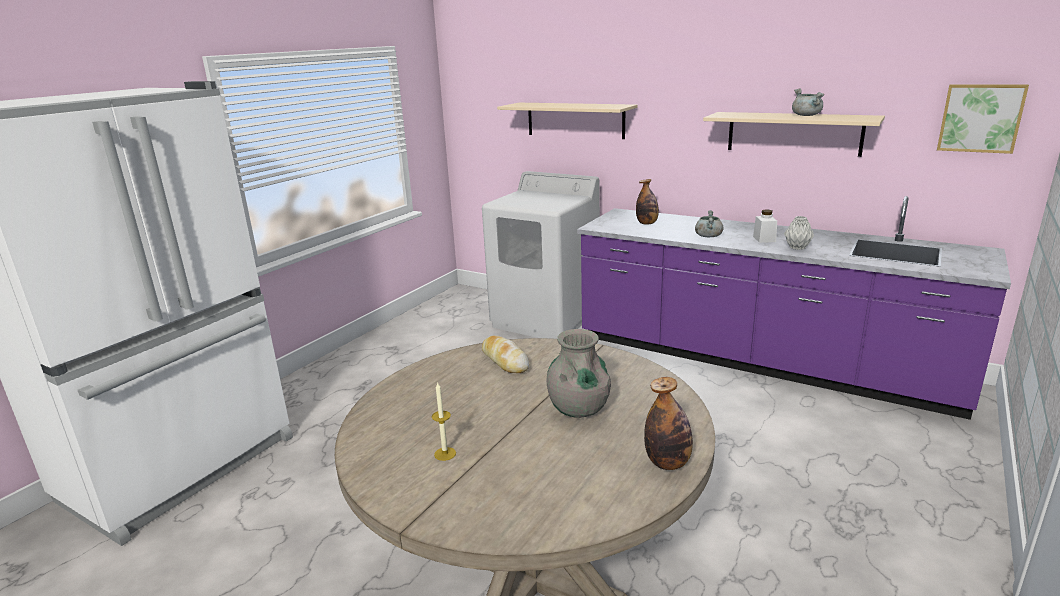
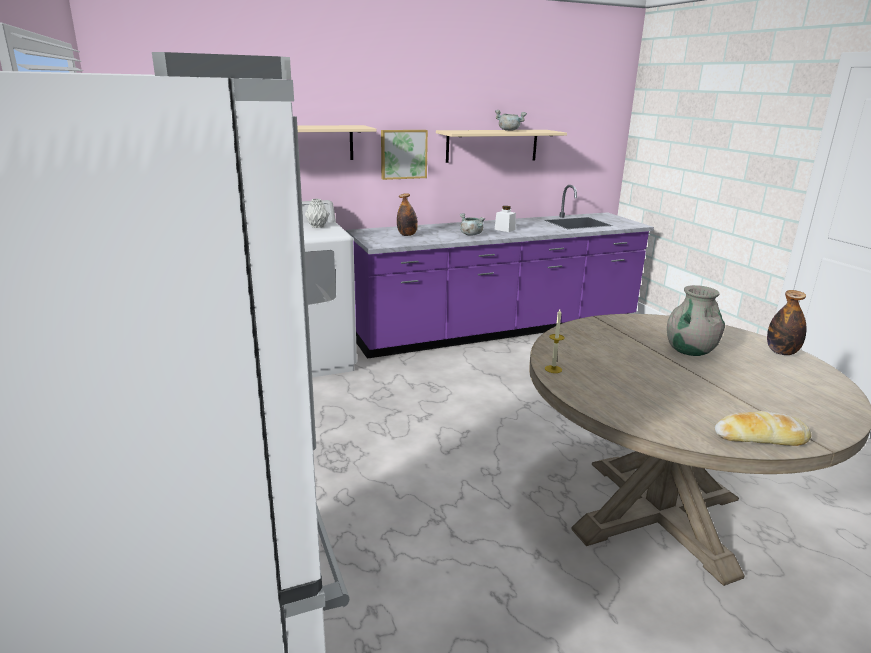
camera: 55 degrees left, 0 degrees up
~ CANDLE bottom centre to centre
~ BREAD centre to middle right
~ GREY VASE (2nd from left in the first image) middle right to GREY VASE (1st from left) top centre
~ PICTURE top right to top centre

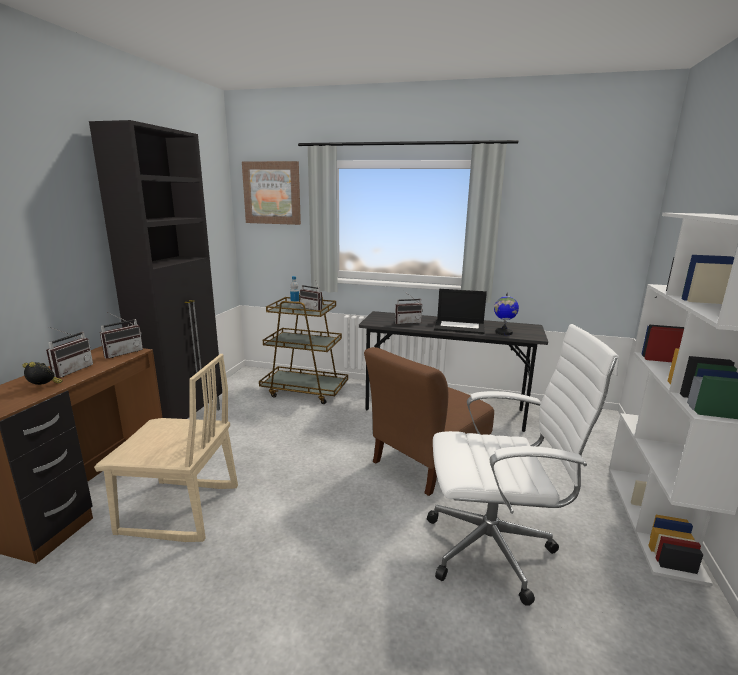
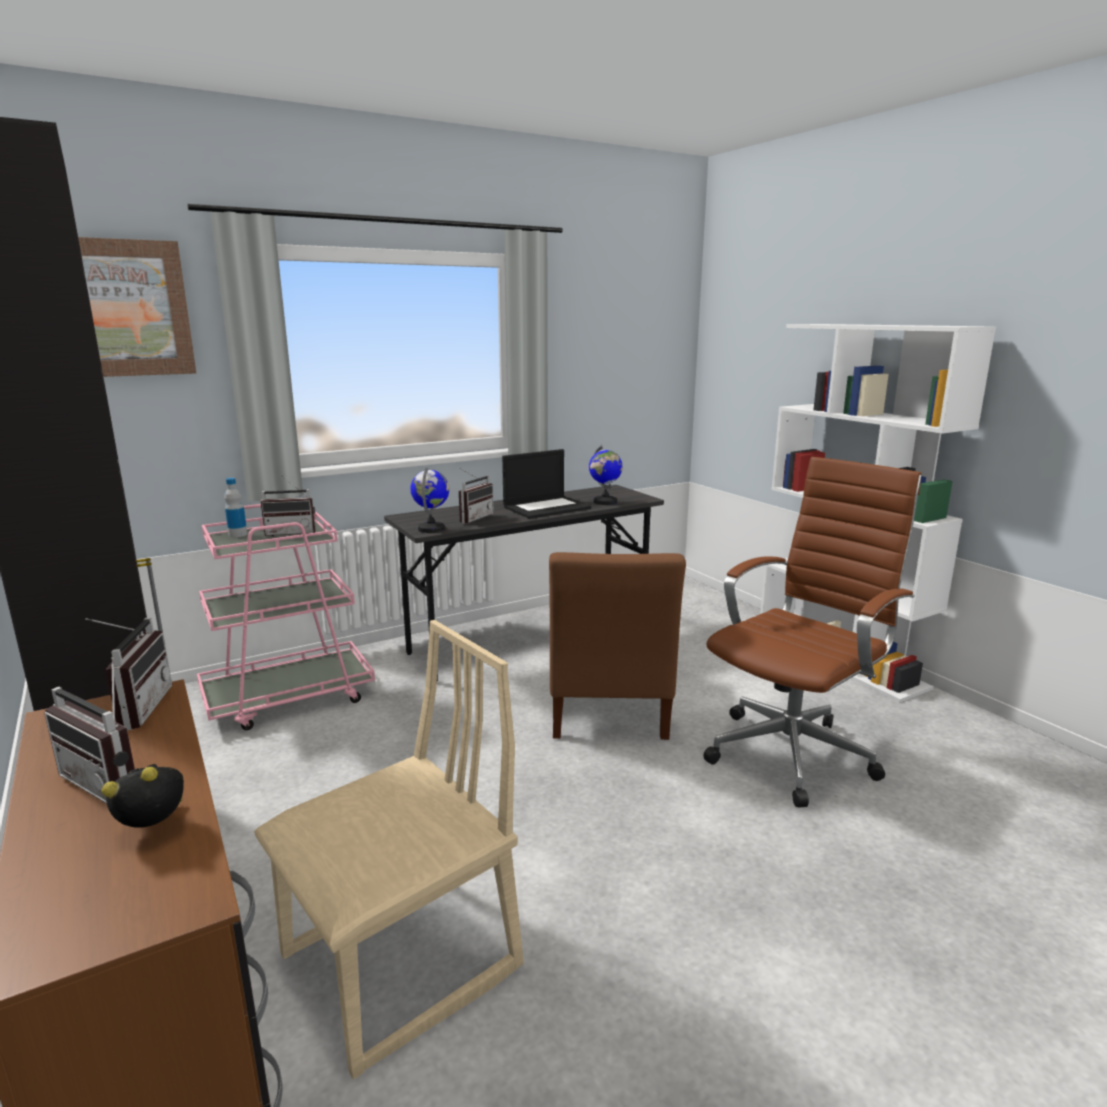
camera: 45 degrees left, 0 degrees up
+ GLOBE (1st from left) centre
~ BROWN CART centre to PINK CART middle left
~ WHITE OFFICE CHAIR bottom right to BROWN OFFICE CHAIR middle right
~ RADIO (1st from left) middle left = middle left 150 degrees clockwise

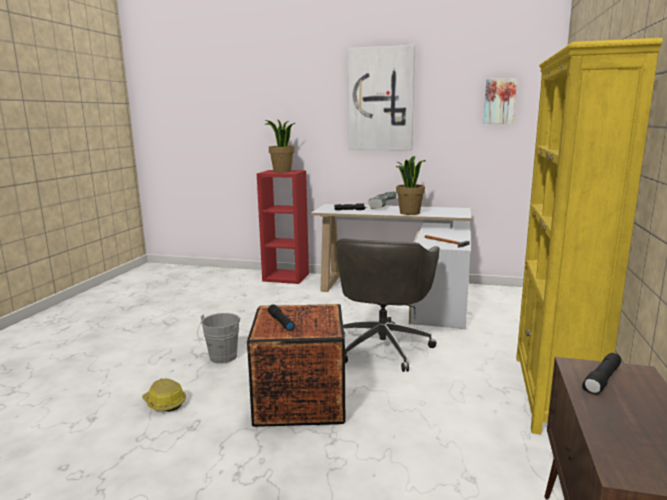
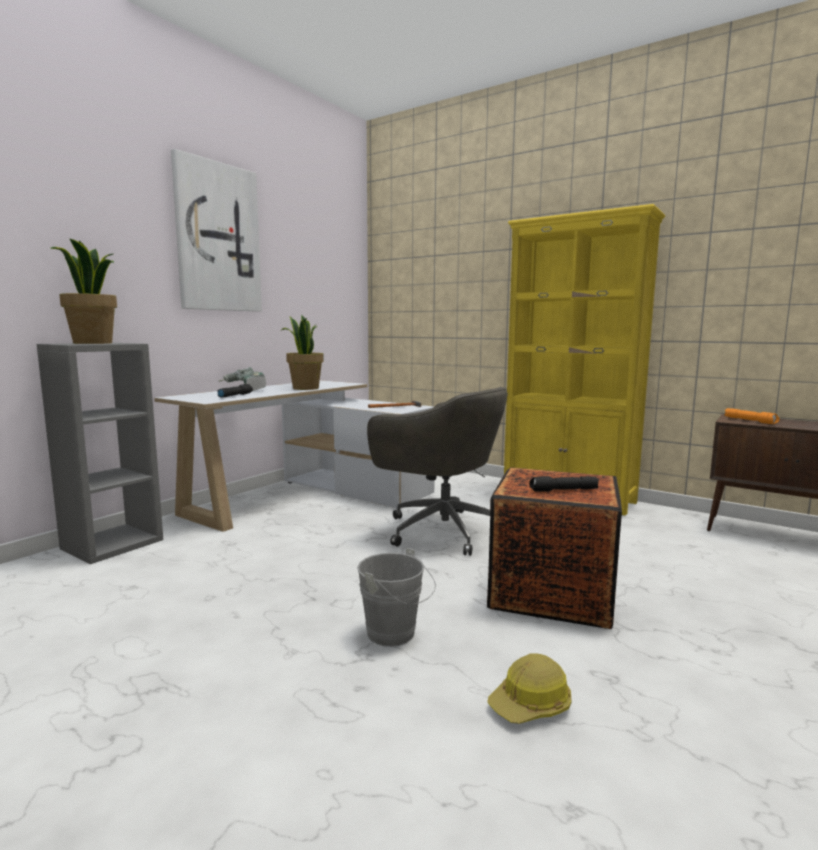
camera: 70 degrees left, 5 degrees down
- PICTURE (2nd from left) top right
~ RED BOOKCASE centre to GREY BOOKCASE middle left
~ BLACK FLASHLIGHT (3rd from left) bottom right to ORANGE FLASHLIGHT middle right

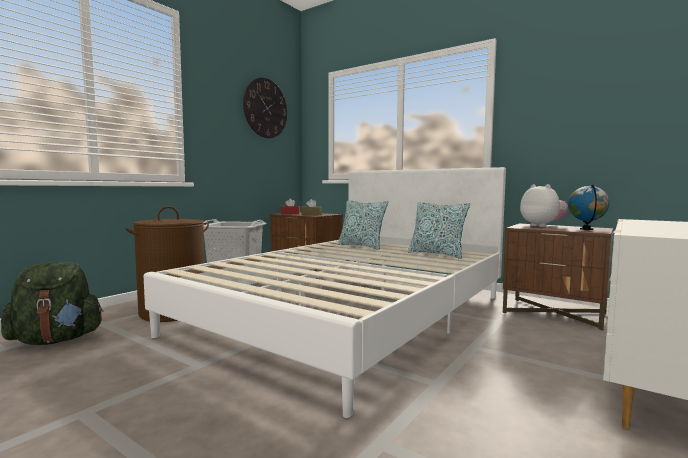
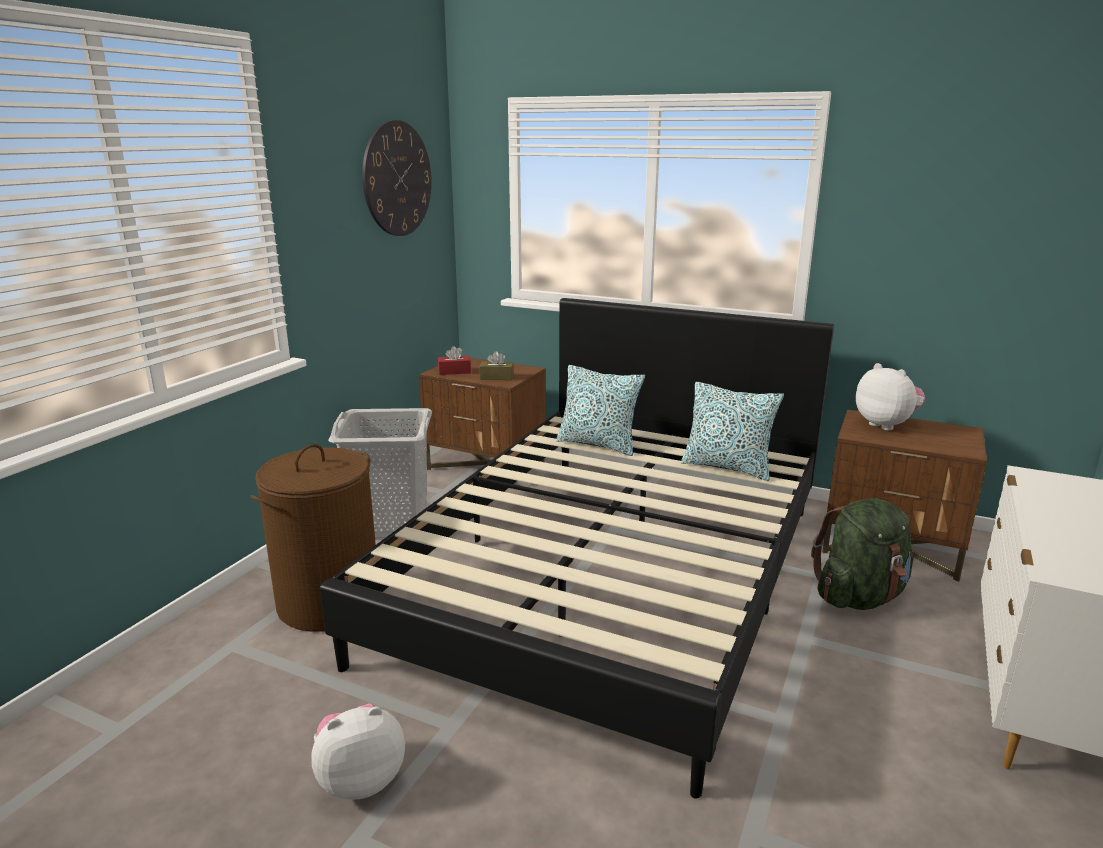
camera: 10 degrees left, 15 degrees up
- GLOBE middle right
+ PLUSH TOY (1st from left) bottom left
~ GREEN BACKPACK middle left to middle right
~ WHITE BED centre to BLACK BED centre

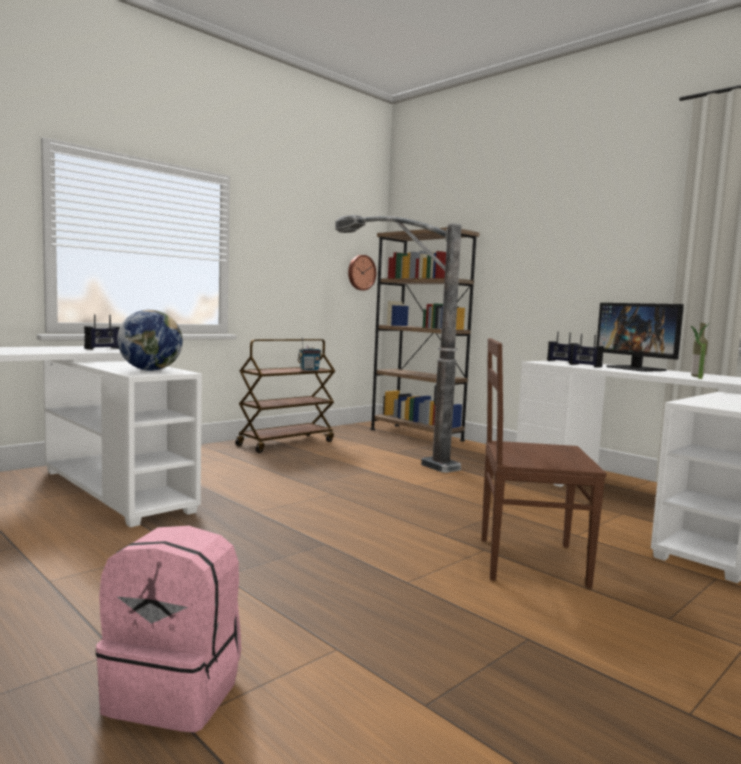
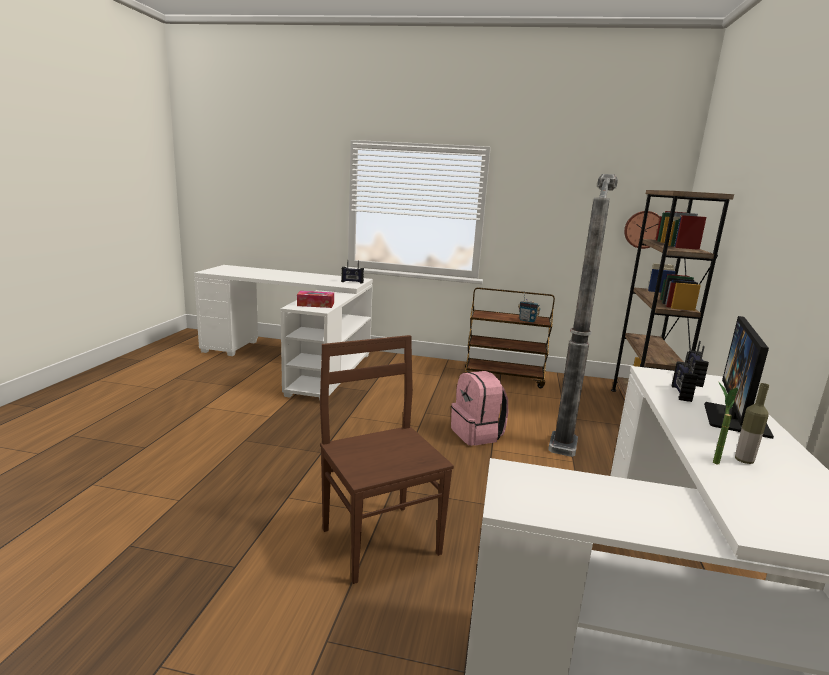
camera: 55 degrees right, 10 degrees up
~ PINK BACKPACK bottom left to centre
~ GLOBE middle left to TISSUE BOX centre

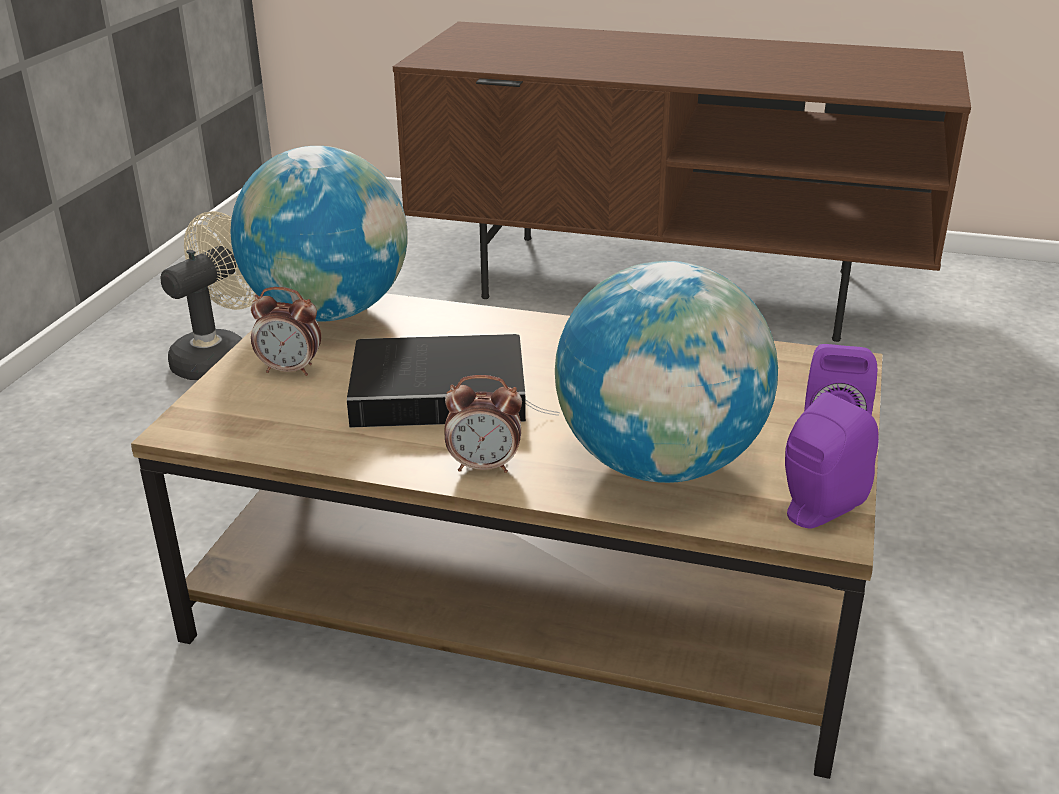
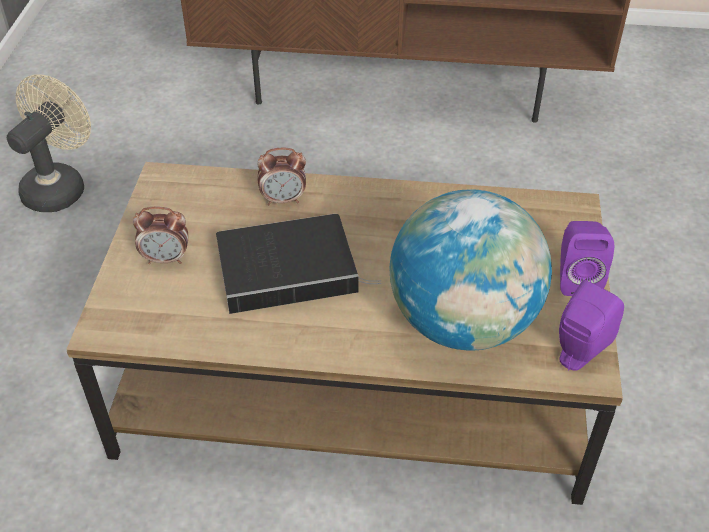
camera: 10 degrees left, 15 degrees up
- GLOBE (1st from left) top left
~ ALARM CLOCK (2nd from left) centre to top centre

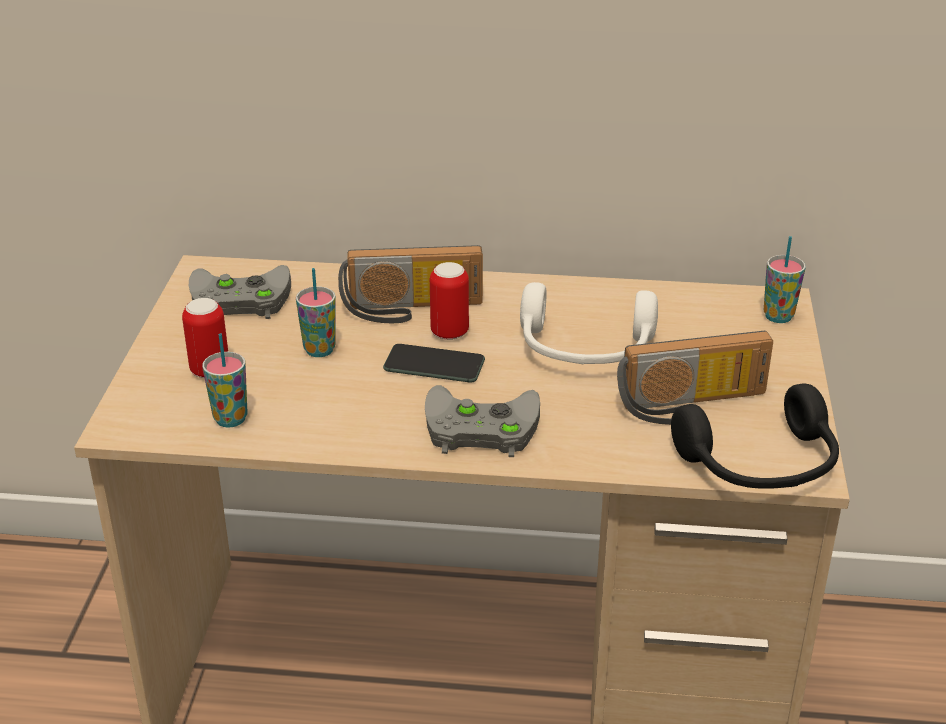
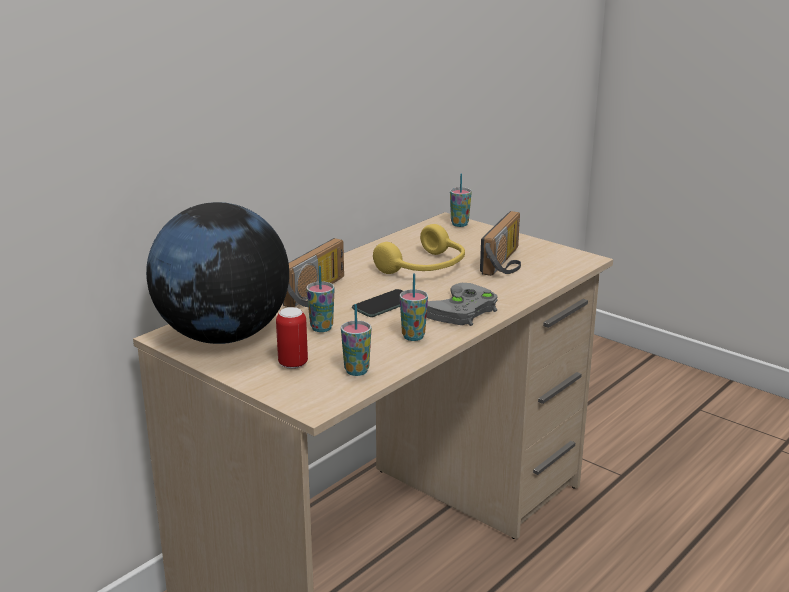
camera: 55 degrees left, 10 degrees down
- CAN (2nd from left) centre
- BLACK HEADPHONES middle right
+ CUP (3rd from left) centre
~ GREY GAME CONTROLLER (1st from left) middle left to GLOBE middle left
~ WHITE HEADPHONES centre to YELLOW HEADPHONES centre

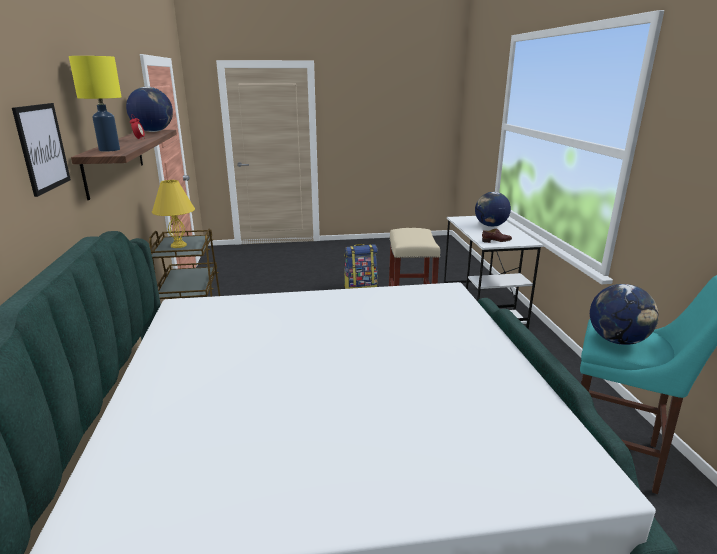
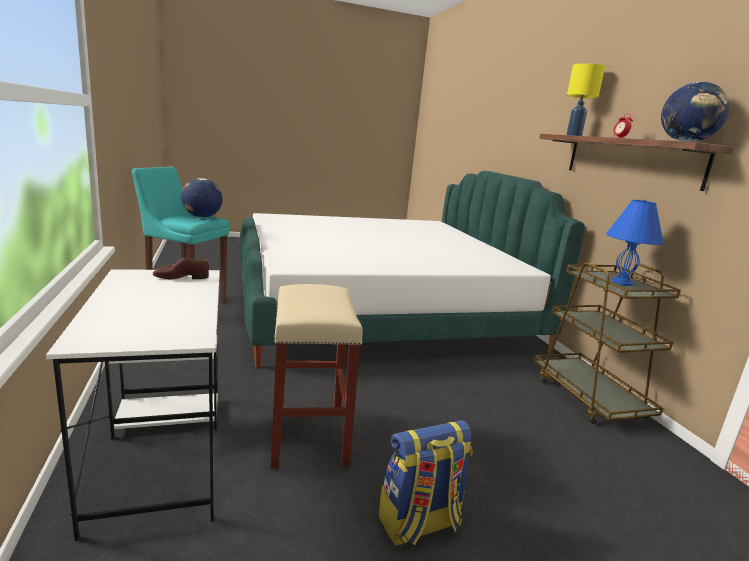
camera: 170 degrees right, 5 degrees down
- PICTURE top left
- GLOBE (2nd from left) middle right
~ YELLOW TABLE LAMP (2nd from left) middle left to BLUE TABLE LAMP middle right

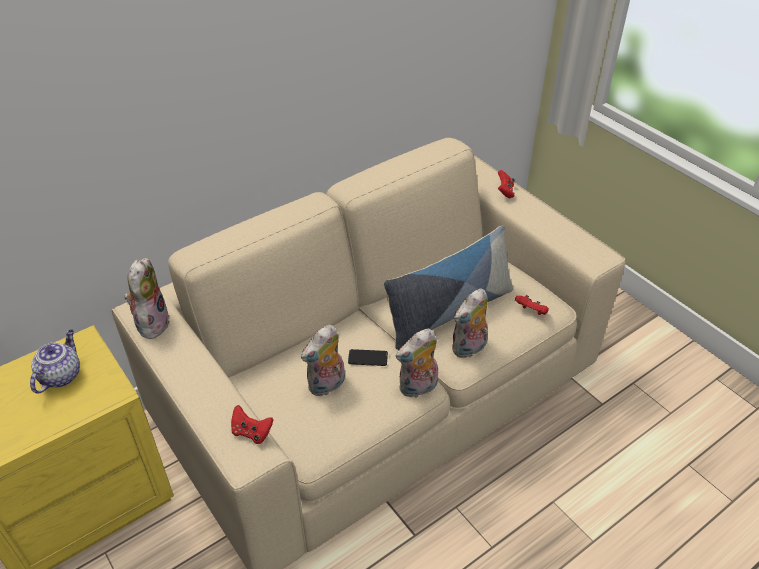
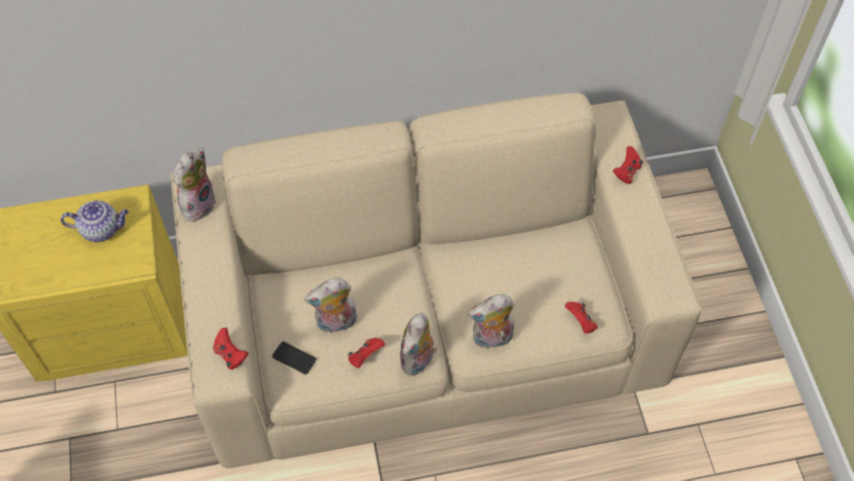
camera: 25 degrees right, 15 degrees up
- PILLOW centre
+ RED GAME CONTROLLER (2nd from left) bottom centre
~ PHONE centre to bottom centre
~ TEAPOT middle left = middle left 45 degrees clockwise
~ PLUSH TOY (3rd from left) centre = bottom centre 60 degrees counterclockwise

